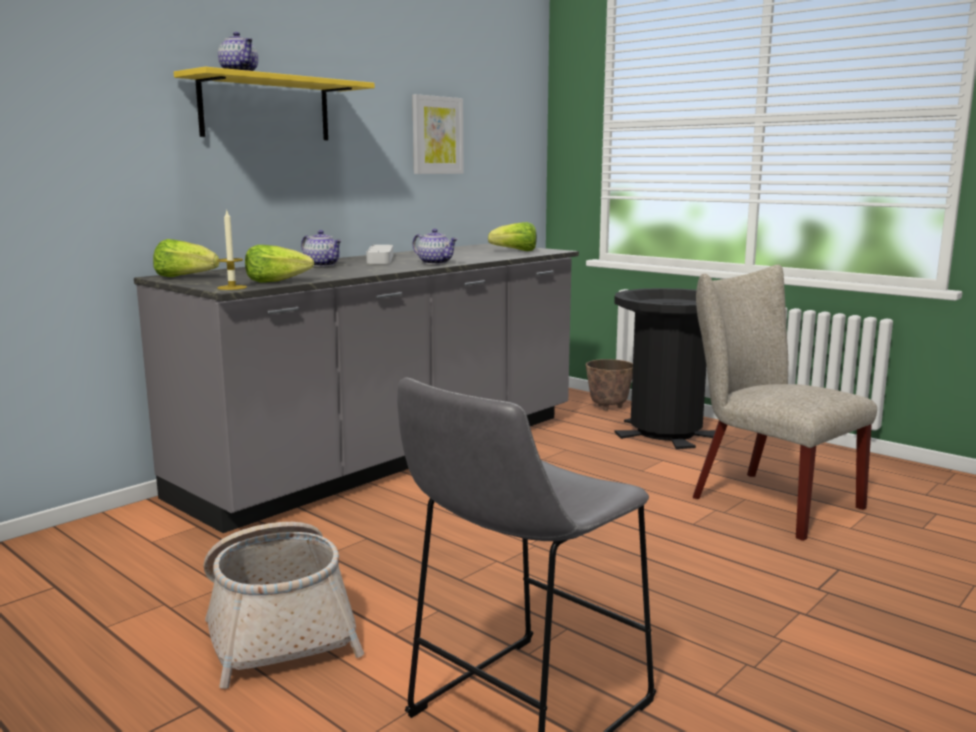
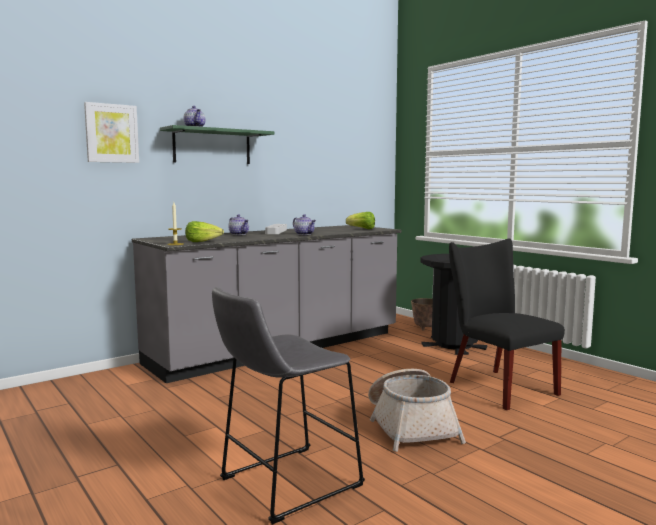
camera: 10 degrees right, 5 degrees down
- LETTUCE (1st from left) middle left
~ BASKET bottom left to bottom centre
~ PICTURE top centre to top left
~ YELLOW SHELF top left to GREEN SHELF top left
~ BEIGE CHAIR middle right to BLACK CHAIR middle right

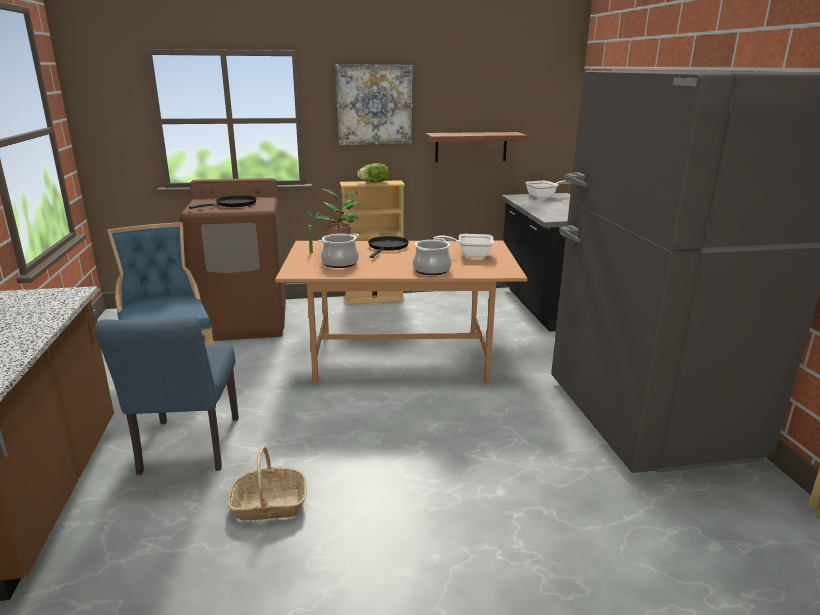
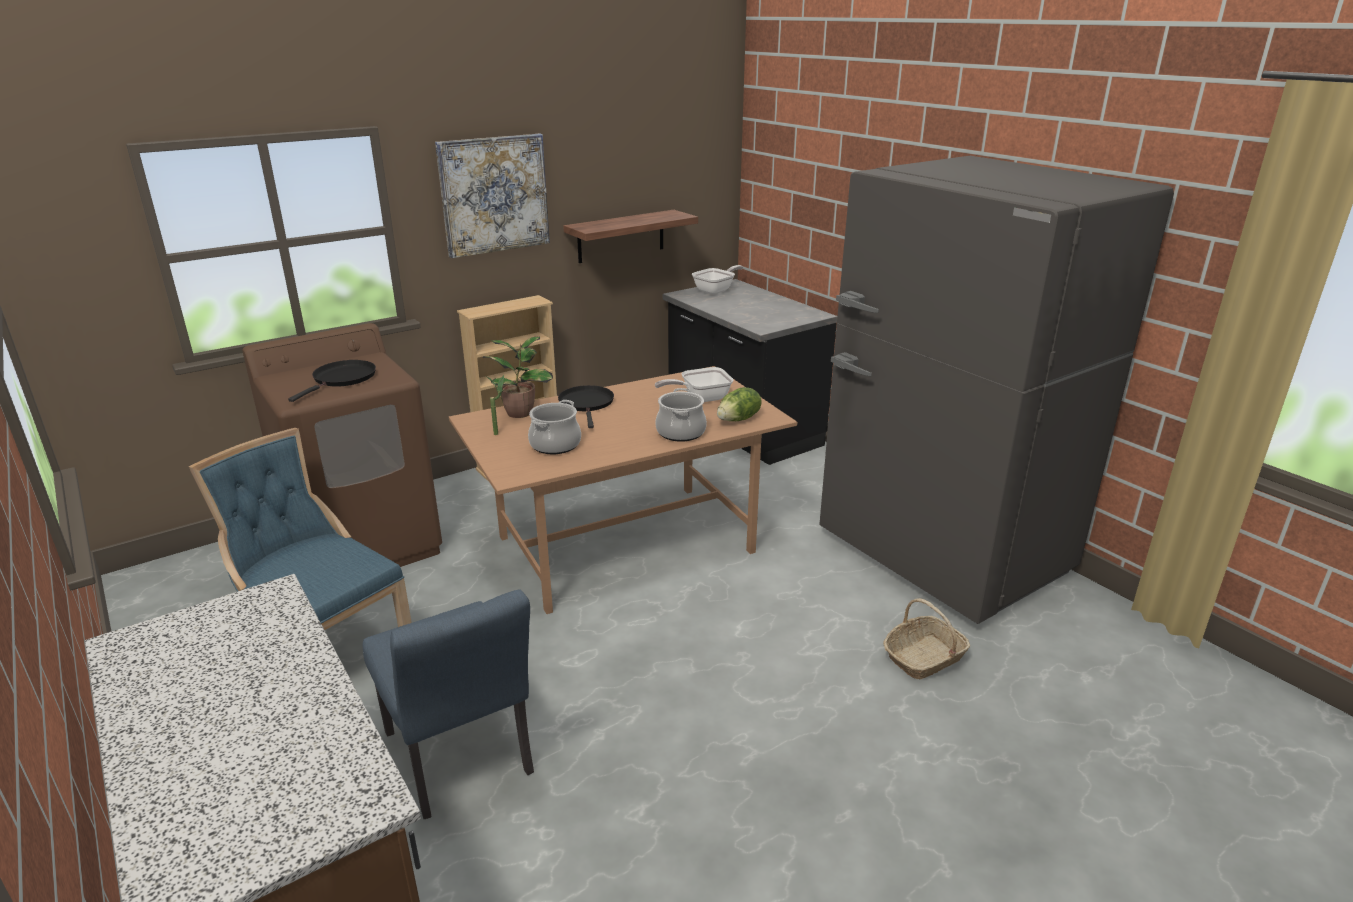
camera: 25 degrees left, 5 degrees up
~ BASKET bottom left to bottom right
~ LETTUCE top centre to centre

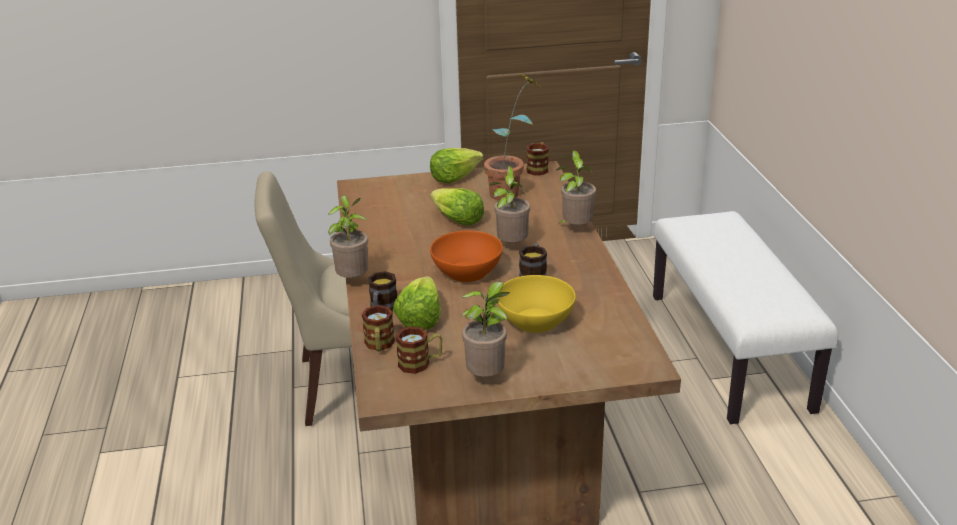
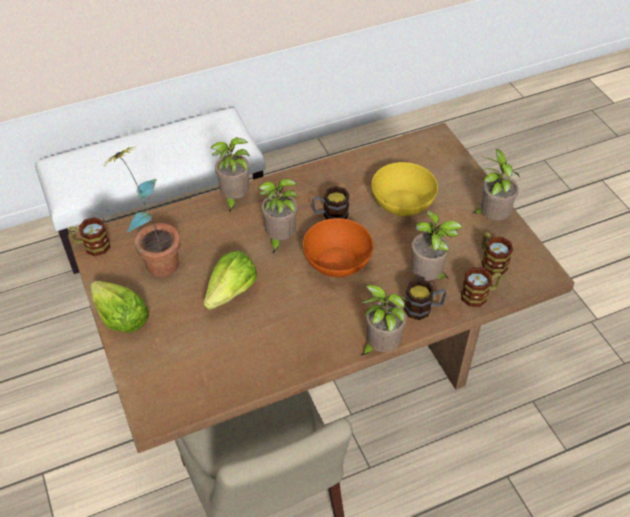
camera: 105 degrees left, 20 degrees up
~ LETTUCE (1st from left) centre to POTTED PLANT (5th from left) middle right

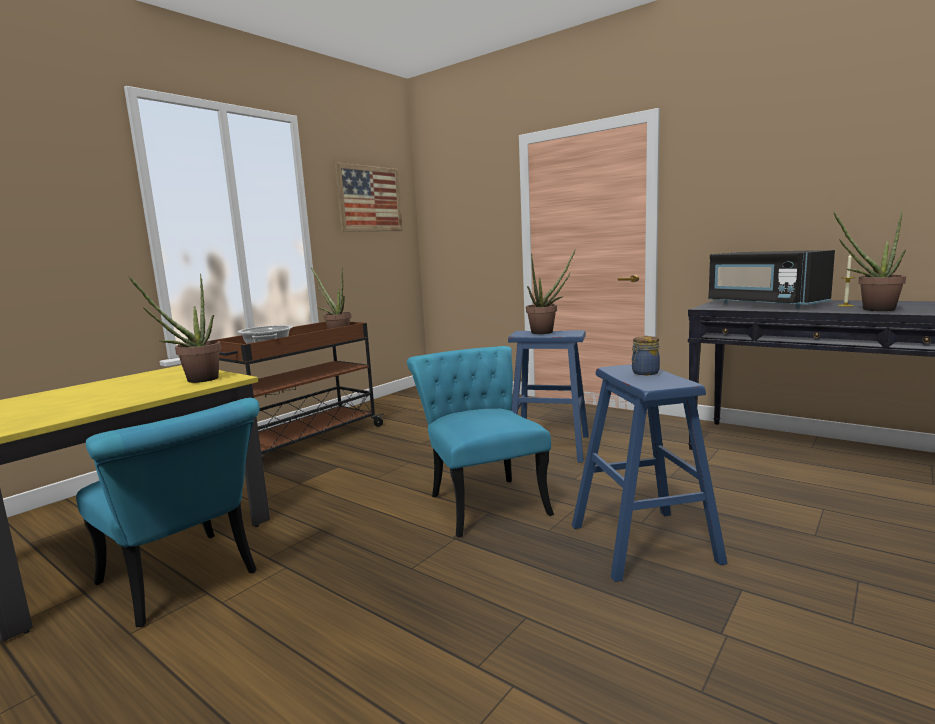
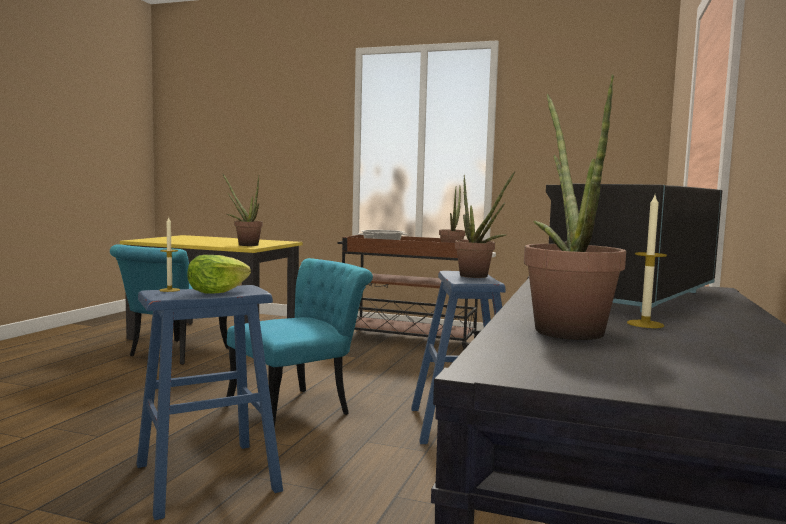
camera: 70 degrees right, 5 degrees down
- PICTURE top centre
+ CANDLE (1st from left) middle left
~ JAR middle right to LETTUCE middle left

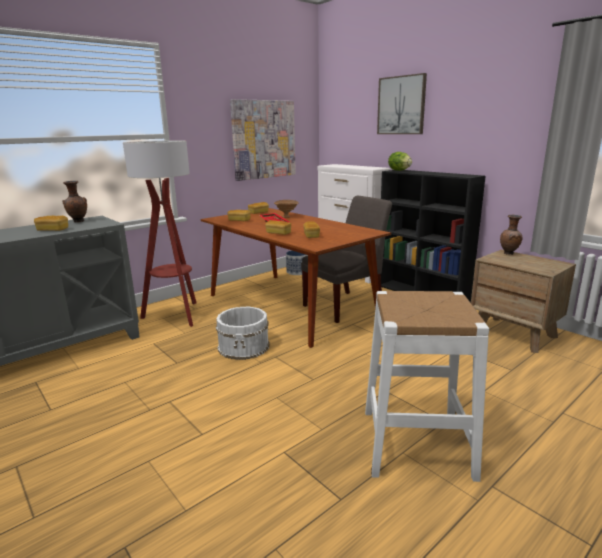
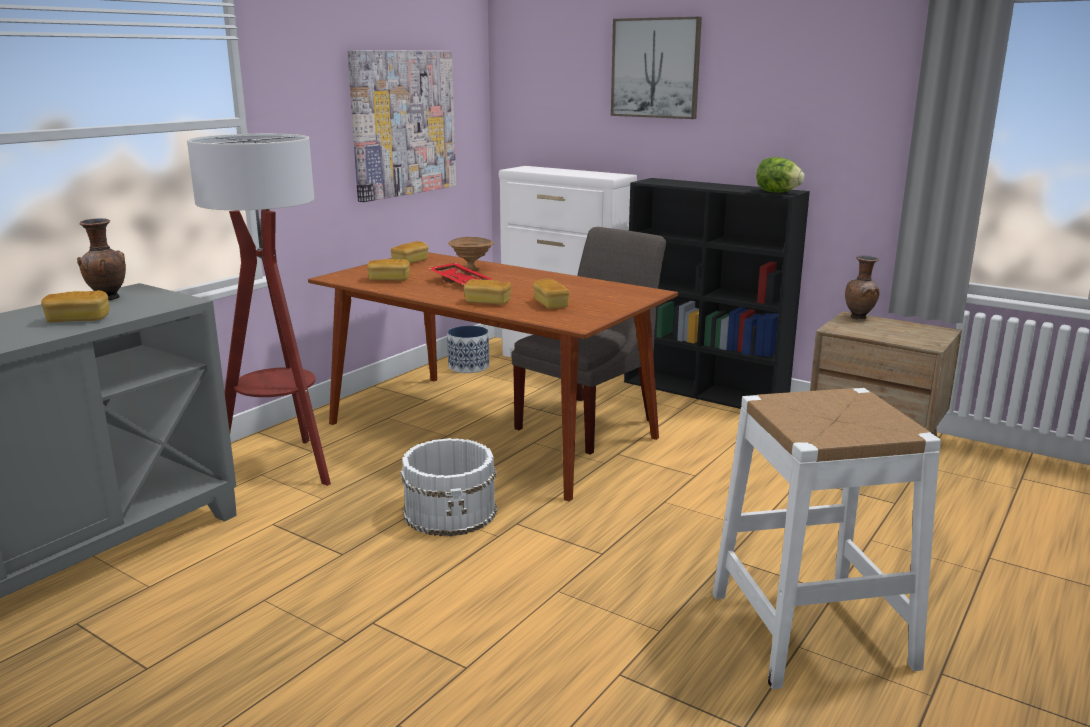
camera: 15 degrees left, 0 degrees up
~ LETTUCE top centre to top right

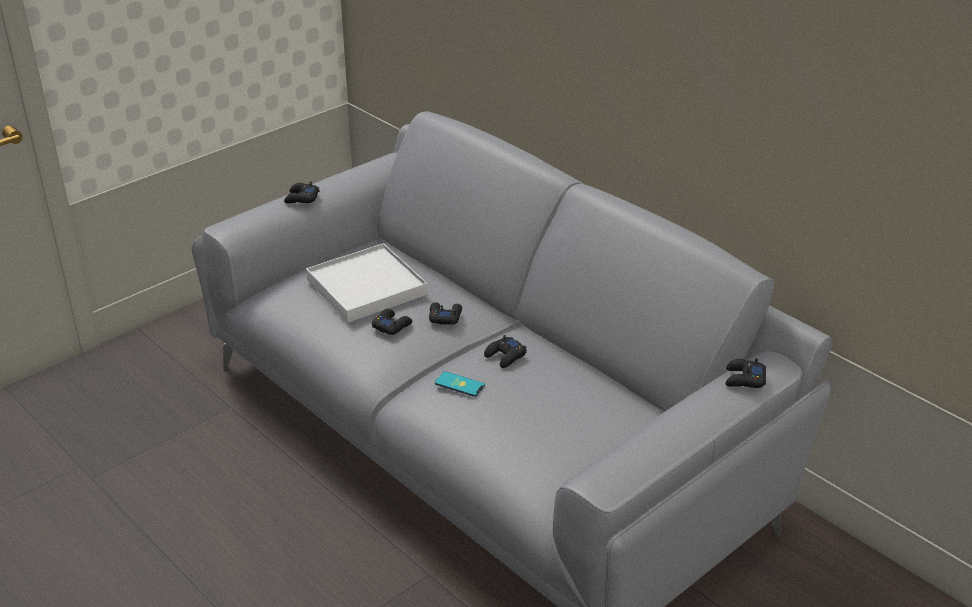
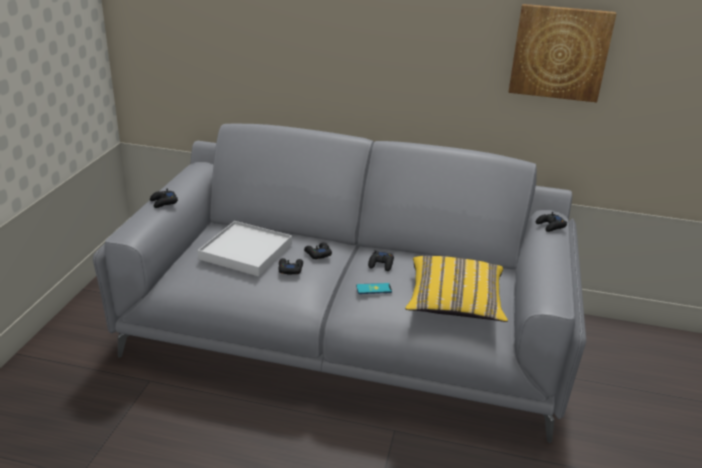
camera: 35 degrees left, 5 degrees down
+ YELLOW PILLOW centre
+ PICTURE top right

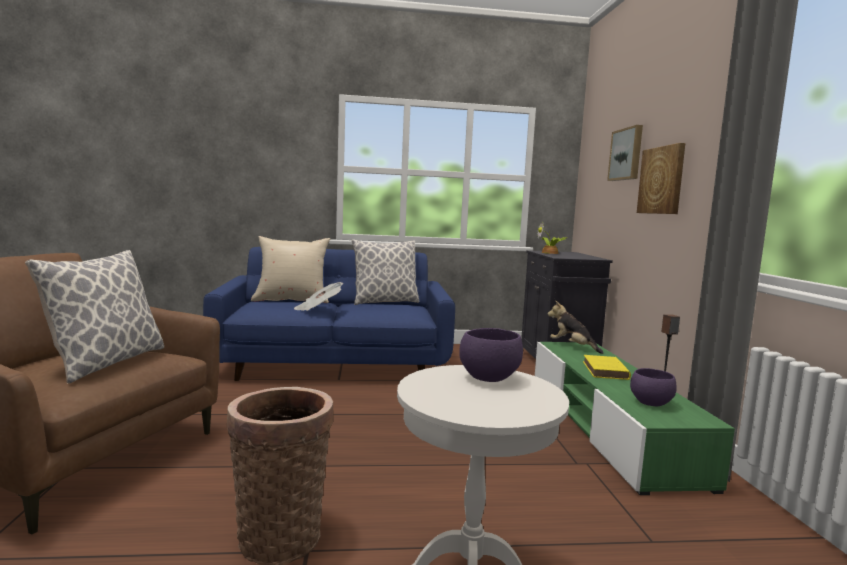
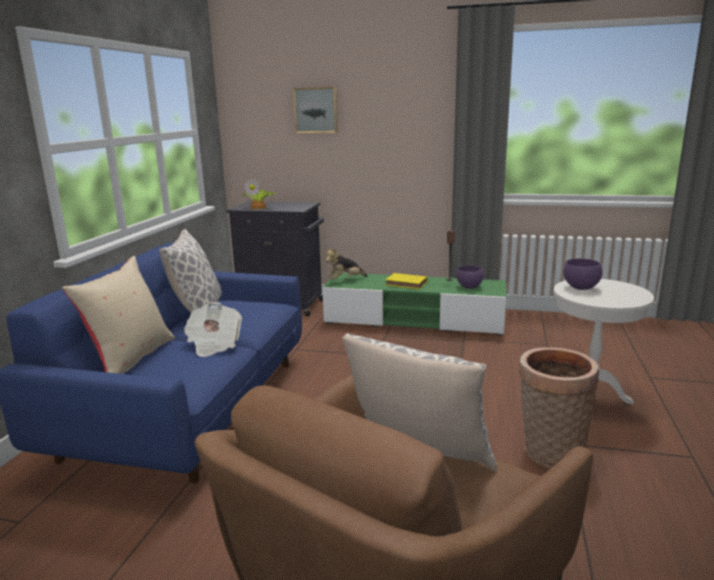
camera: 70 degrees left, 10 degrees up
- PICTURE (2nd from left) top right

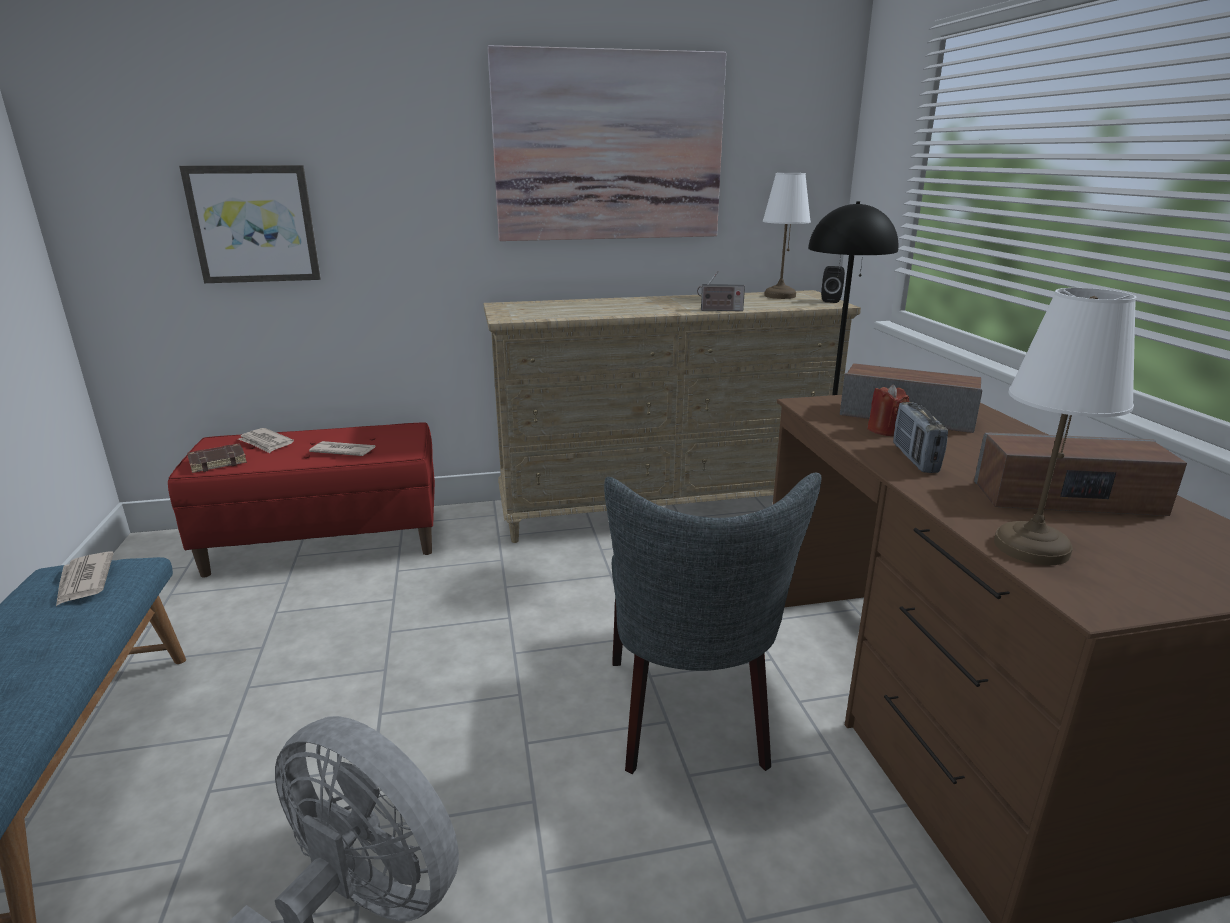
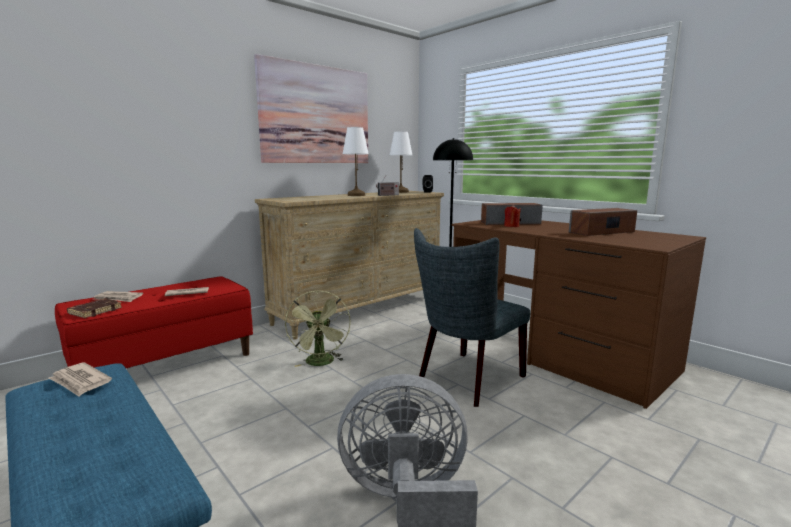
camera: 30 degrees left, 10 degrees down
- PICTURE (1st from left) top left
- RADIO (2nd from left) middle right
+ GREEN FAN centre
~ WHITE TABLE LAMP (2nd from left in the first image) middle right to WHITE TABLE LAMP (1st from left) top centre
~ GREY CHAIR bottom centre = centre 75 degrees clockwise

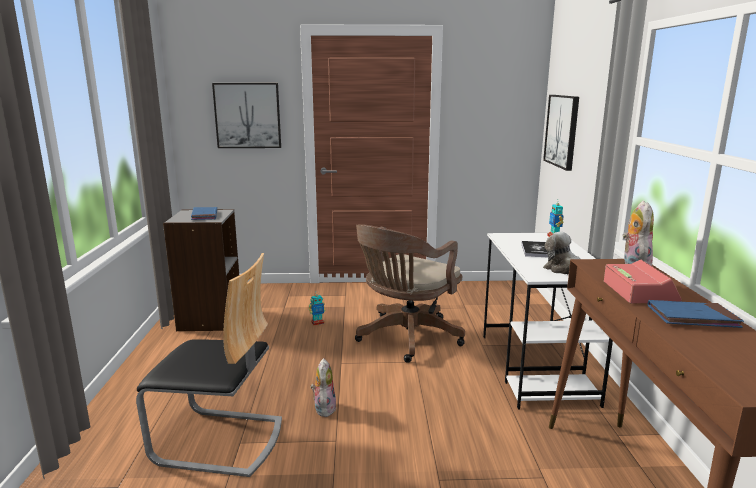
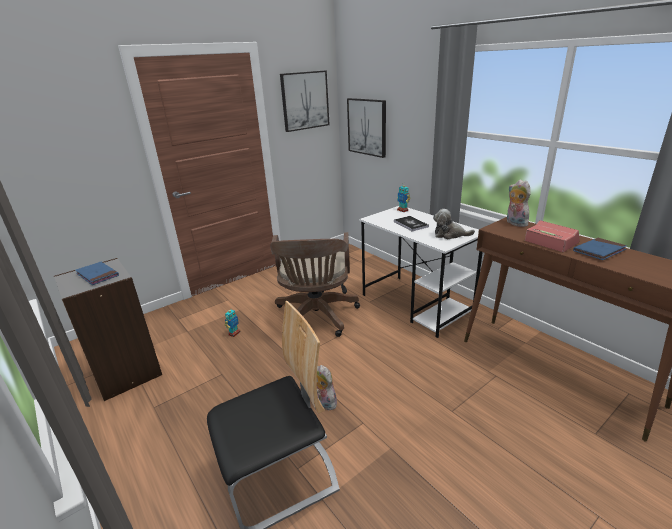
camera: 35 degrees left, 10 degrees up
~ PICTURE (1st from left) top left to top centre

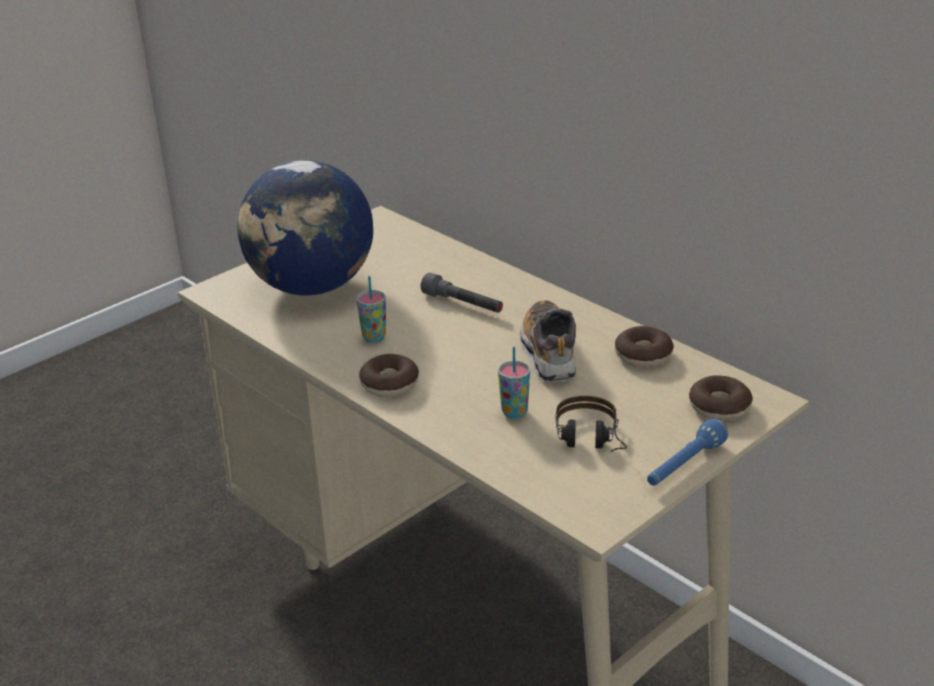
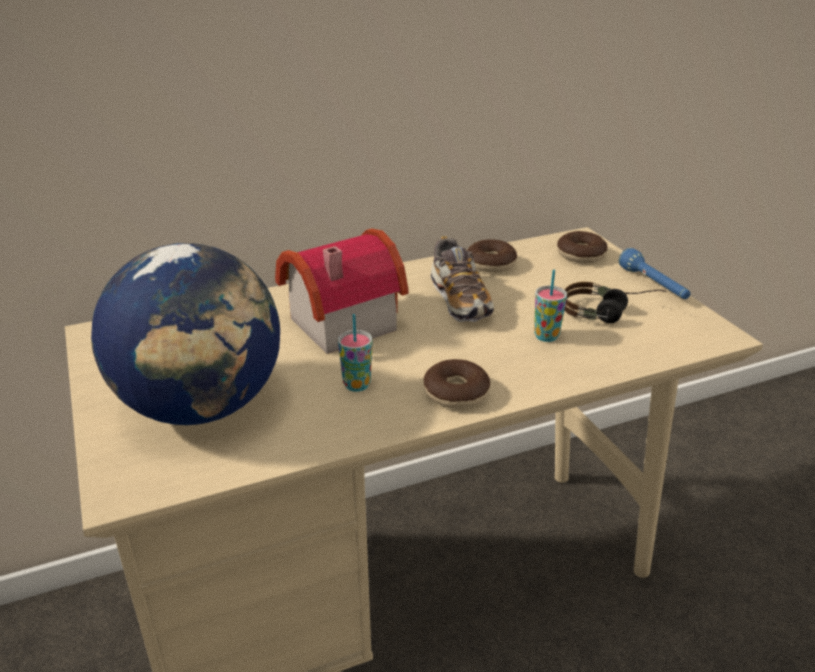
camera: 70 degrees left, 0 degrees up
~ GREY FLASHLIGHT centre to TOY HOUSE centre
~ SHOE centre = centre 120 degrees counterclockwise

